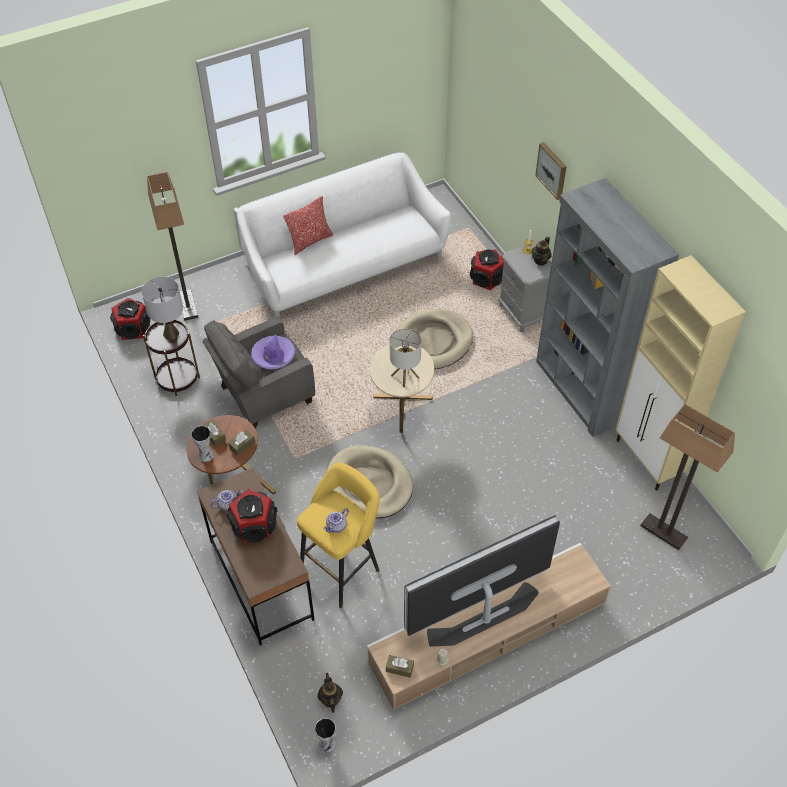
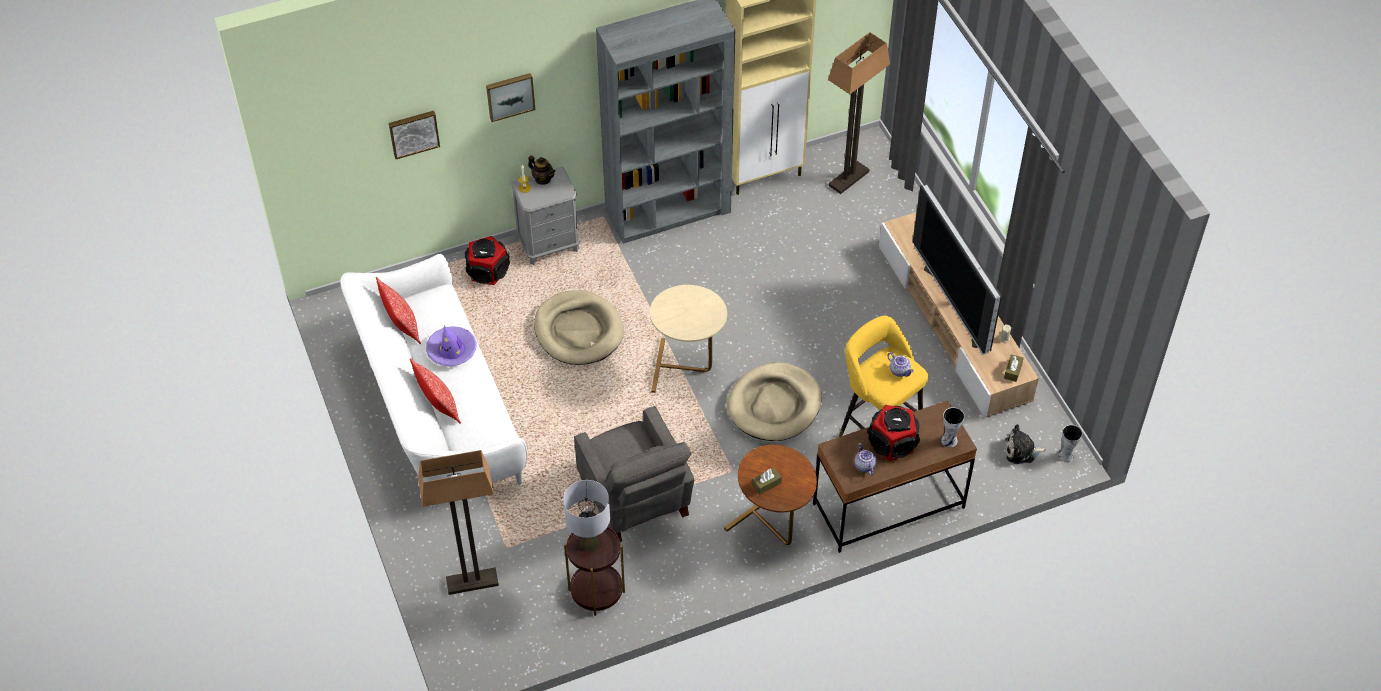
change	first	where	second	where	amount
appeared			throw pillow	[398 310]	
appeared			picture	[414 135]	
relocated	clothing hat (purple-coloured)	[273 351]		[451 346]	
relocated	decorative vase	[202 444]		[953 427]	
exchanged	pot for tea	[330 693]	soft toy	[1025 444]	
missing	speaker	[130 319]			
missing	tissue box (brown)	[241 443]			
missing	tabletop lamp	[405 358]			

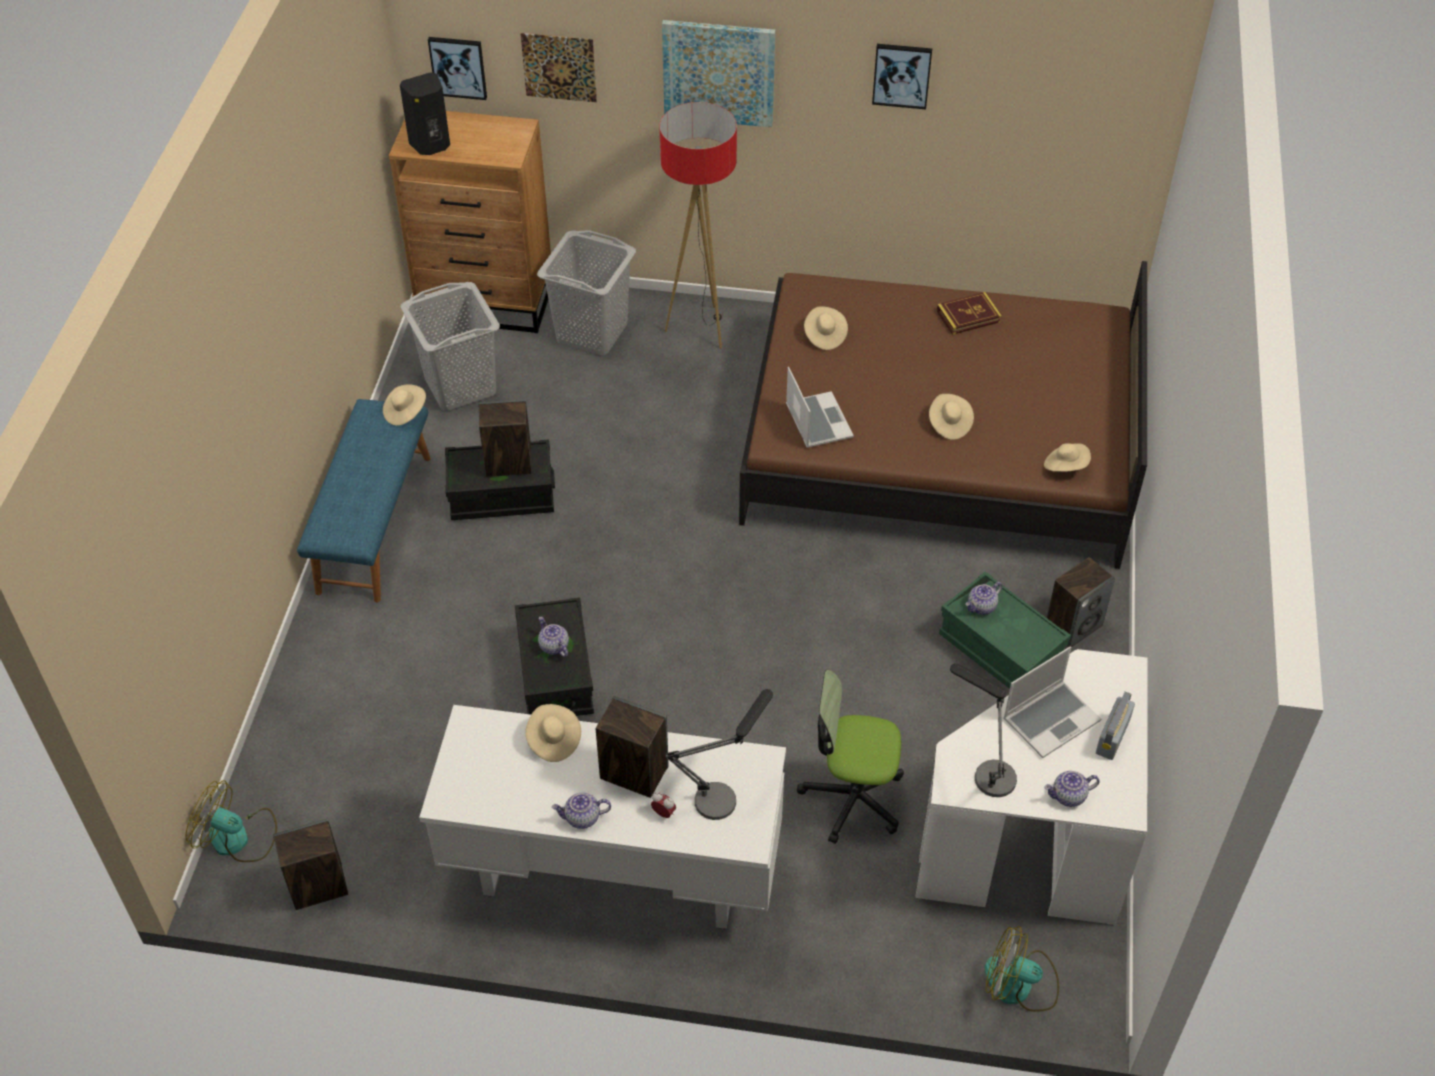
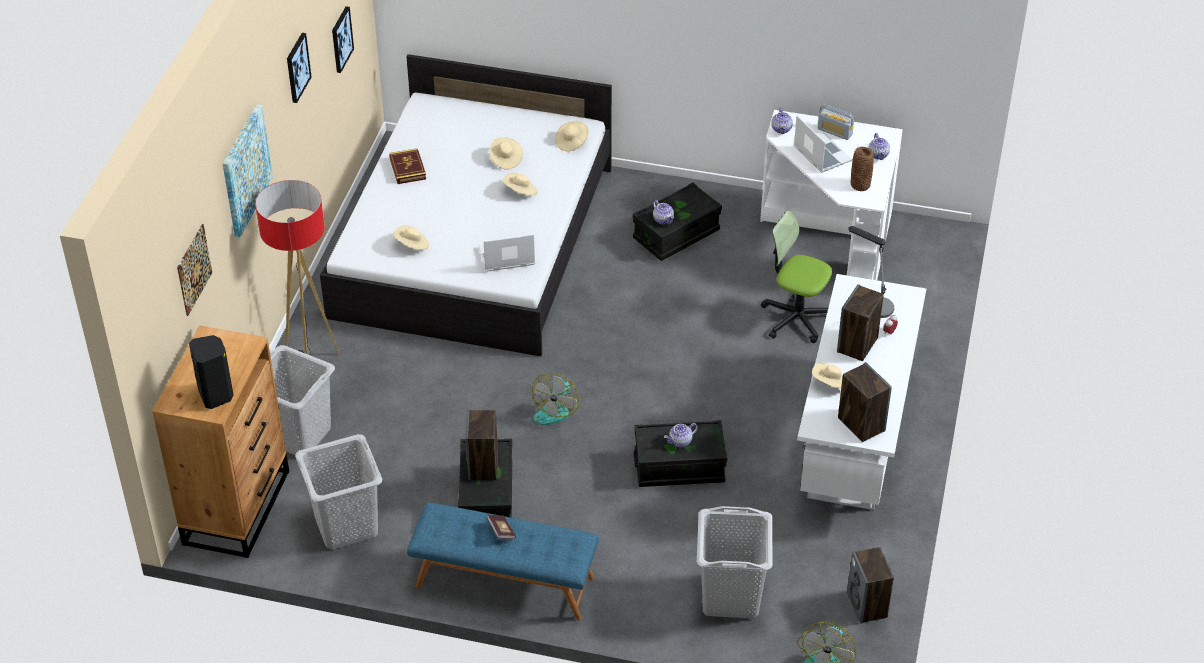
change	first	where	second	where	amount
colour	sleeping bed (brown)	[943 415]	sleeping bed (white)	[466 205]	
relocated	picture	[457 68]		[343 39]	
appeared			book	[501 526]	
relocated	clothing hat (beige-coloured)	[404 405]		[506 153]	
relocated	electric fan	[1022 969]		[555 399]	
colour	storage bin (green)	[1005 630]	storage bin (black-coloured)	[677 221]	
appeared			laundry basket (grey)	[735 562]	
spun	office chair	[850 757]		[796 276]	105 degrees clockwise
relocated	pot for tea	[581 811]		[782 120]	
relocated	speaker	[1081 602]		[865 402]	
exchanged	tabletop lamp	[983 730]	decorative vase (brown)	[862 169]	

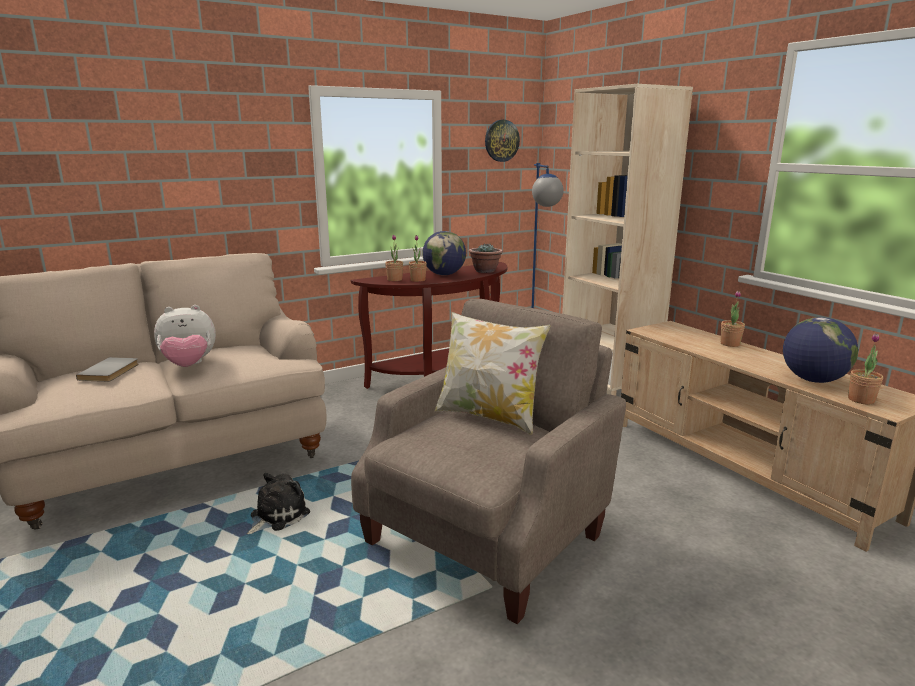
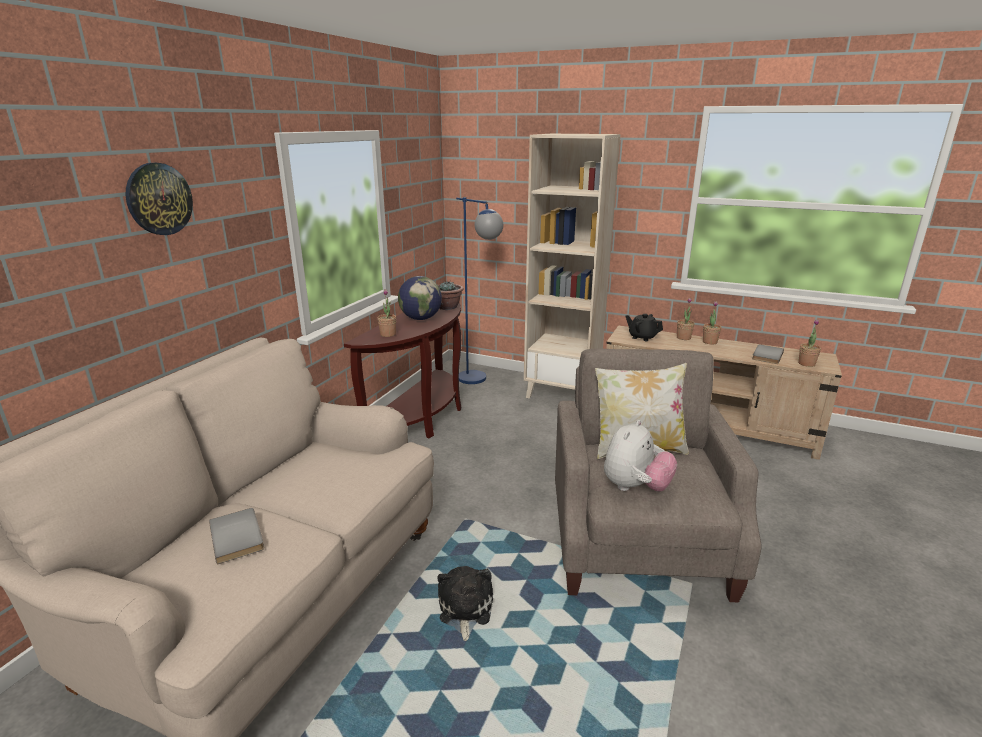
change	first	where	second	where	amount
relocated	wall clock	[502 141]		[159 199]	
relocated	soft toy	[185 336]		[640 456]	
appeared			pot for tea (black-coloured)	[644 327]	
relocated	potted plant	[418 258]		[712 322]	
exchanged	desk globe	[820 350]	book (grey)	[768 354]	

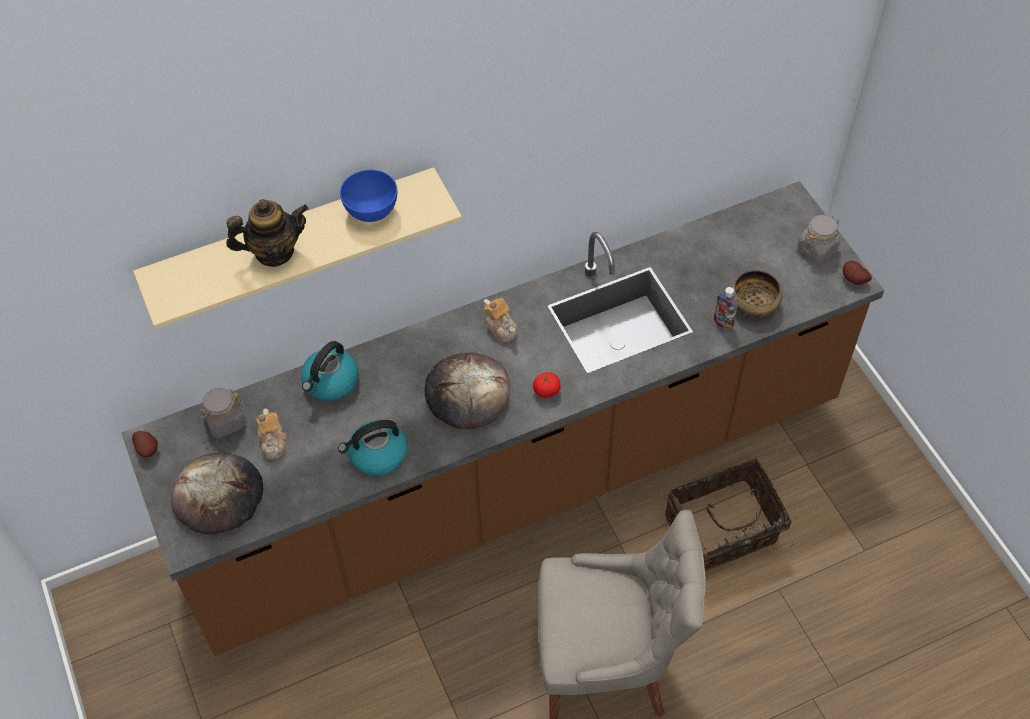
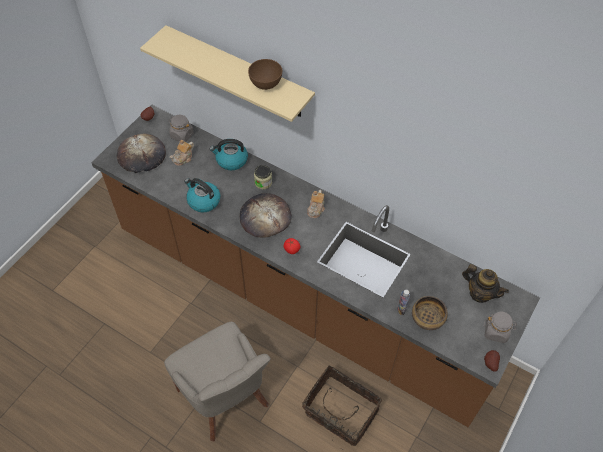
change	first	where	second	where	amount
colour	bowl (blue-coloured)	[368 196]	bowl (brown)	[265 74]	
appeared			preserve jar	[263 177]	
relocated	pot for tea	[267 233]		[485 283]	

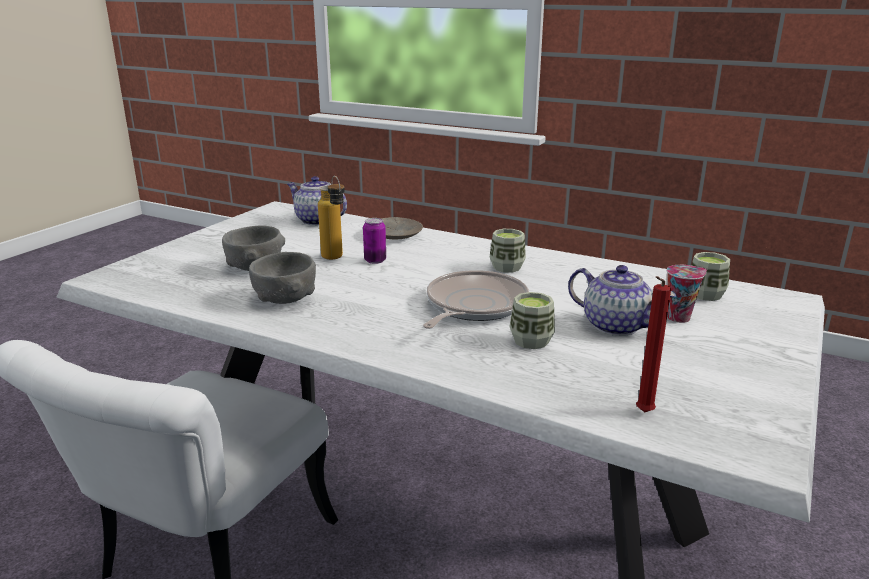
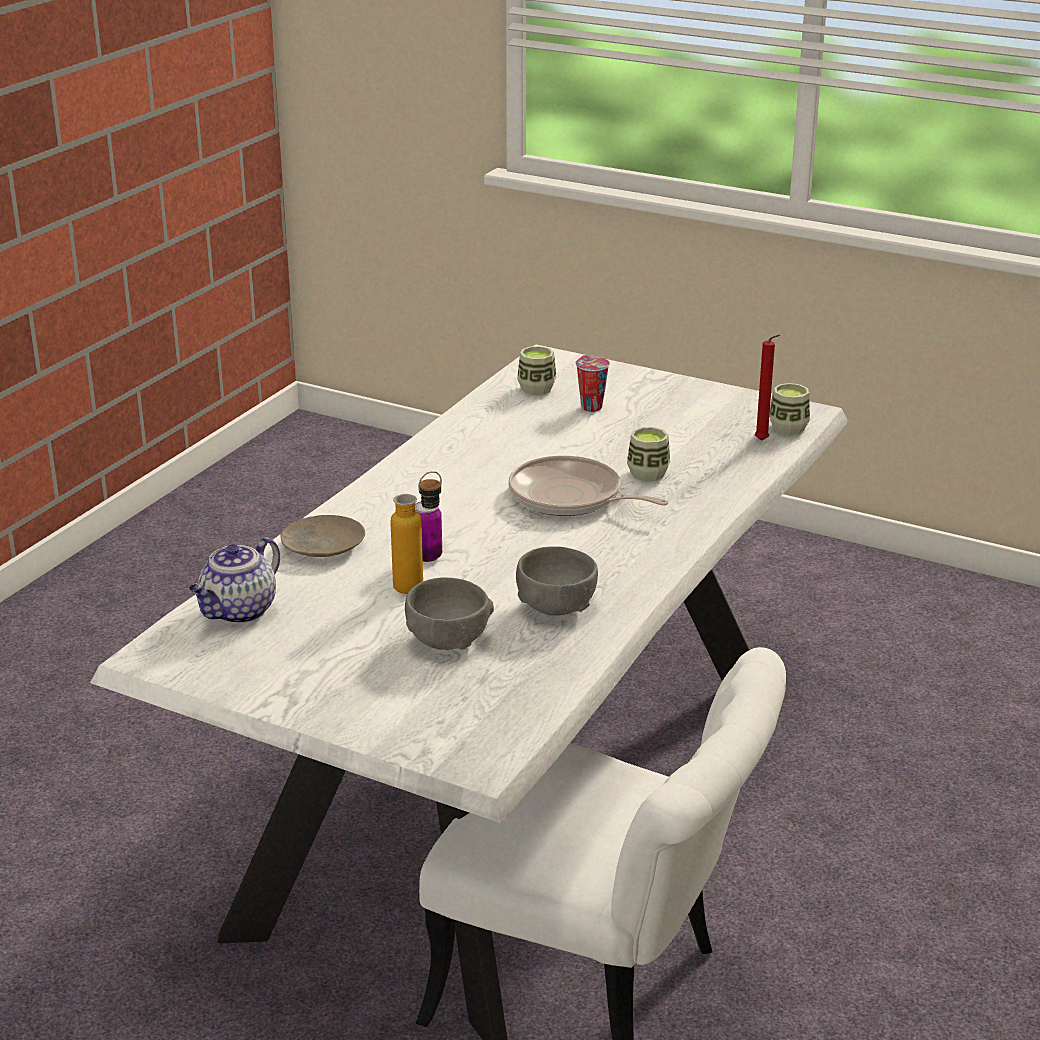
change	first	where	second	where	amount
relocated	drinking cup	[508 251]		[789 409]	
missing	pot for tea	[622 300]			

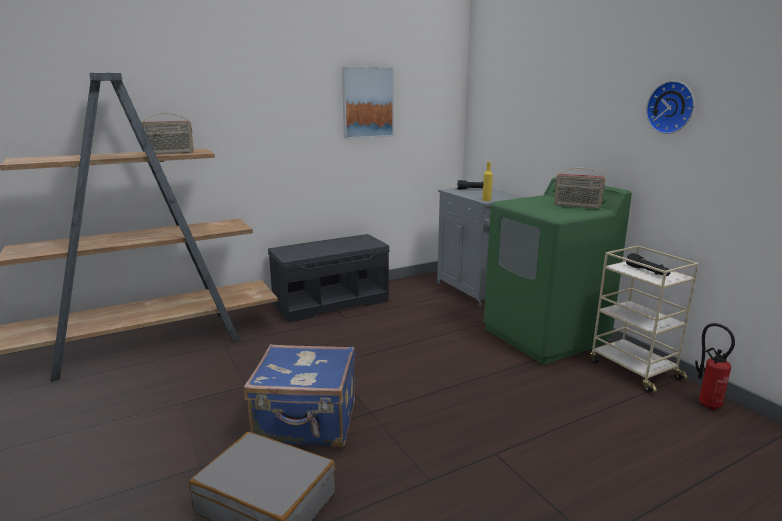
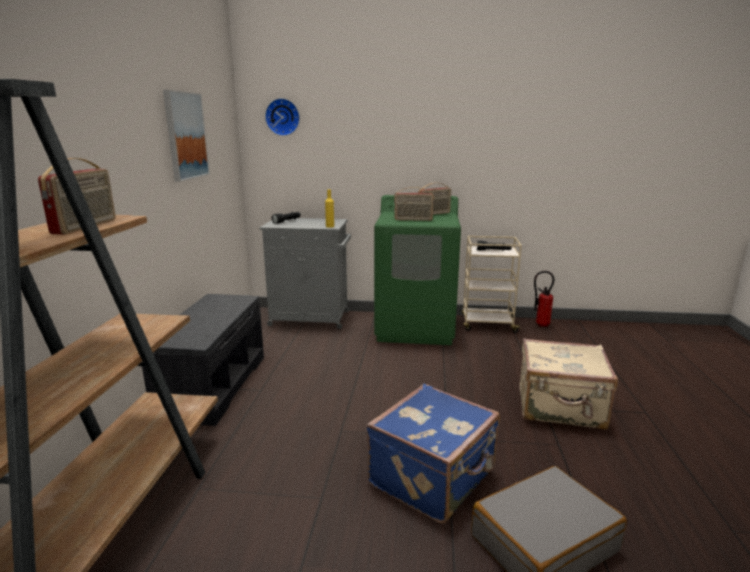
change	first	where	second	where	amount
relocated	wall clock	[670 107]		[282 117]	
appeared			radio set	[414 204]	
appeared			piece of luggage (beige-coloured)	[568 383]	

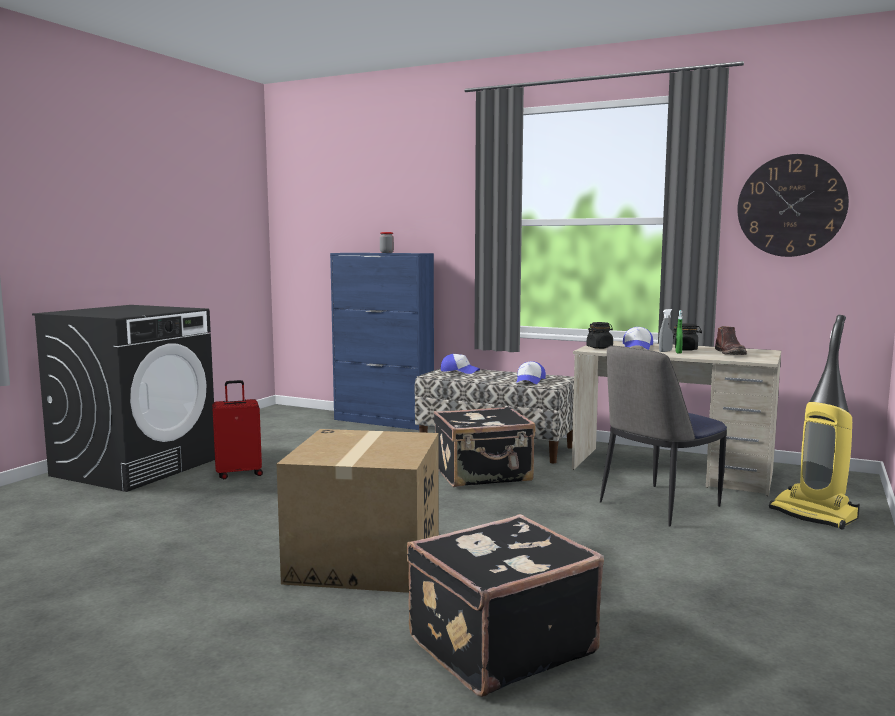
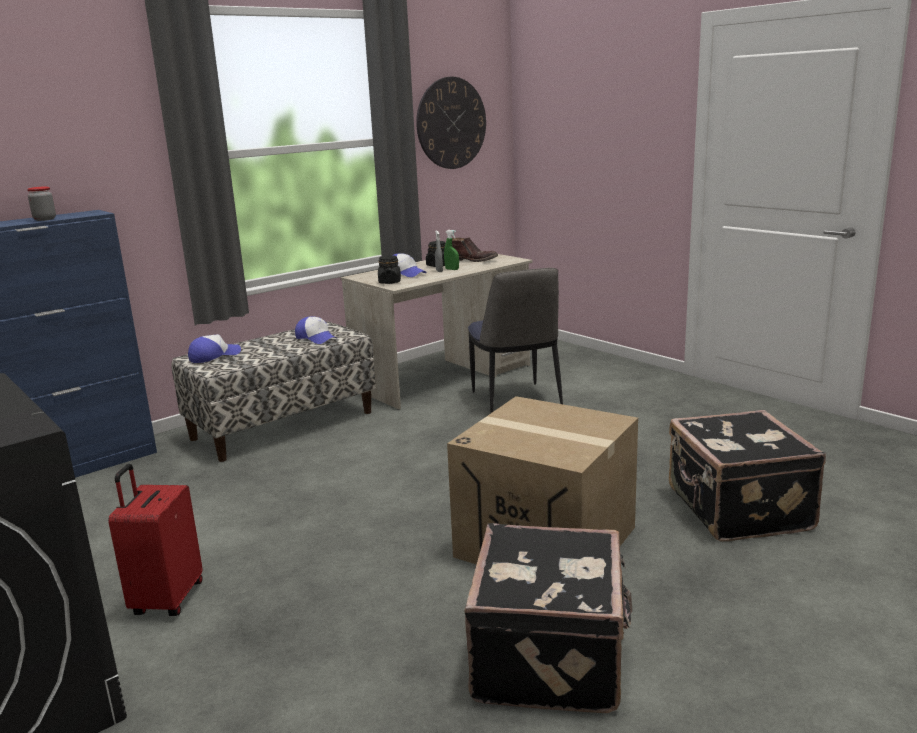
change	first	where	second	where	amount
relocated	piece of luggage (black-coloured)	[484 446]		[548 618]	
missing	hoover	[814 422]			

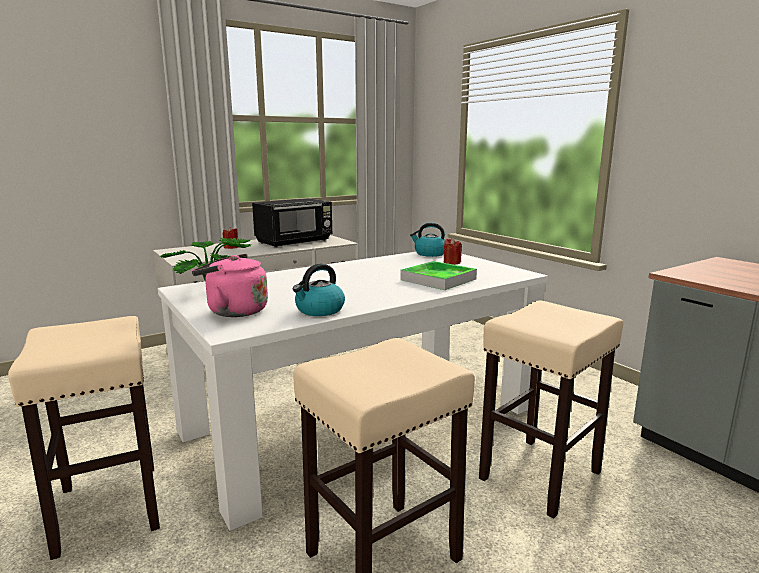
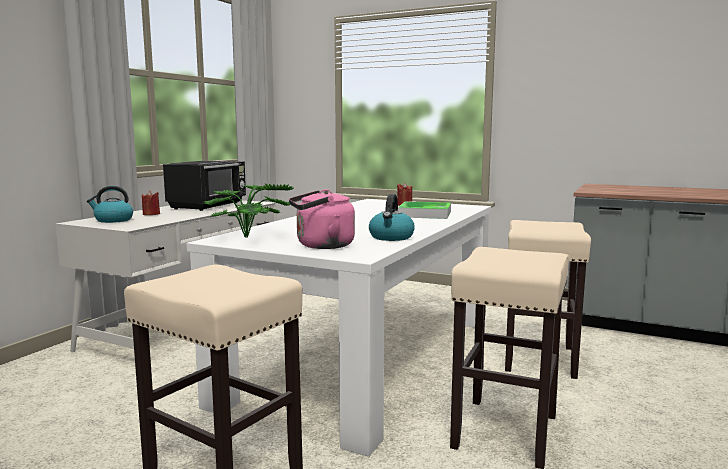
change	first	where	second	where	amount
relocated	tea kettle	[427 240]		[110 204]	

